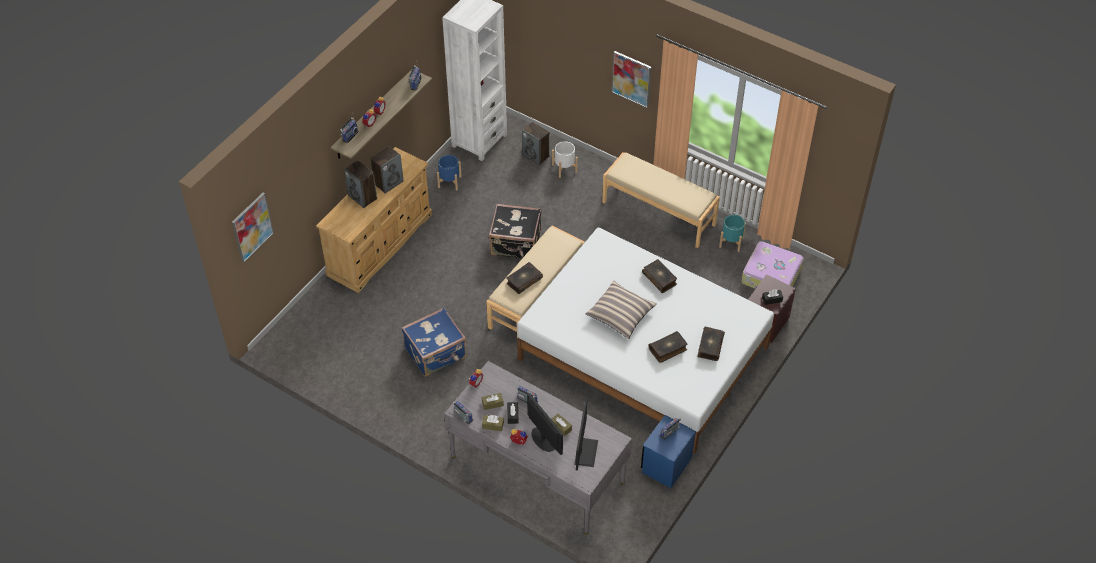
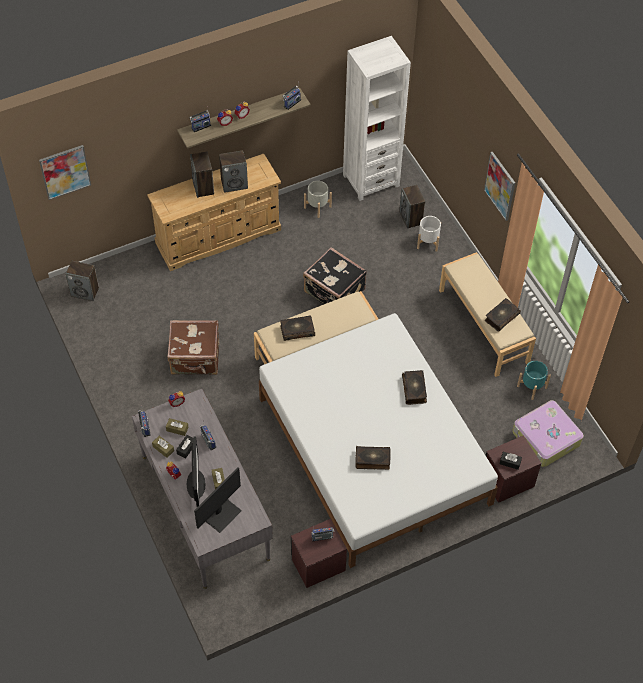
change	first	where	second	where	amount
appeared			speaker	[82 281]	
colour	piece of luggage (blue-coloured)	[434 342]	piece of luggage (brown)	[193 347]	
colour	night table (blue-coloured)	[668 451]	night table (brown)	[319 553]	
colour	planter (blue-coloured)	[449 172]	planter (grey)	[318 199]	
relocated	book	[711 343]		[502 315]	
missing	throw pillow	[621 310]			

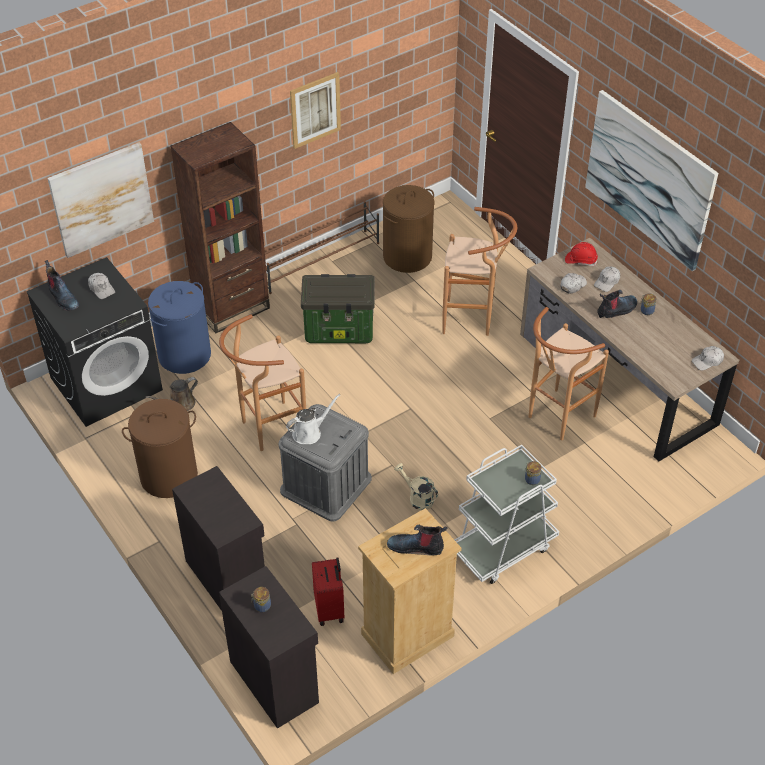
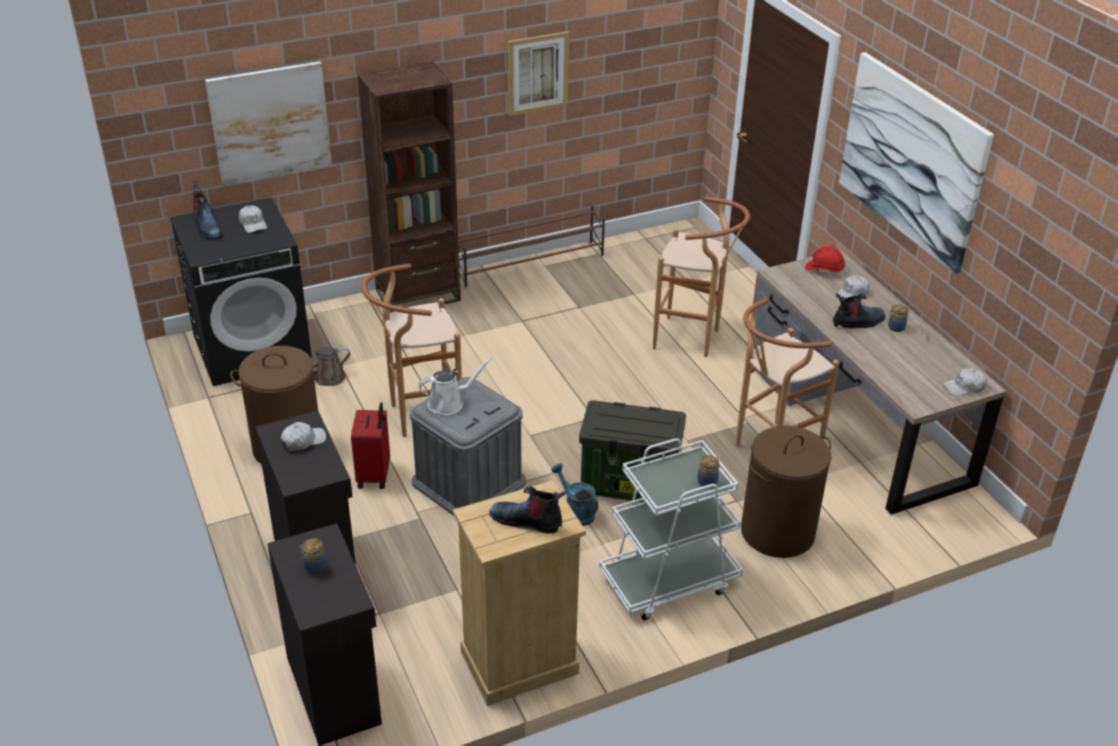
change	first	where	second	where	amount
relocated	baseball cap (white)	[573 283]		[303 436]	
relocated	piece of luggage (red-coloured)	[328 591]		[370 445]	
colour	watering pot (beige-coloured)	[416 486]	watering pot (turquoise)	[574 495]	
relocated	storage bin	[338 308]		[632 451]	
relocated	laundry basket (brown)	[409 229]		[786 492]	
missing	laundry basket (blue-coloured)	[179 327]			

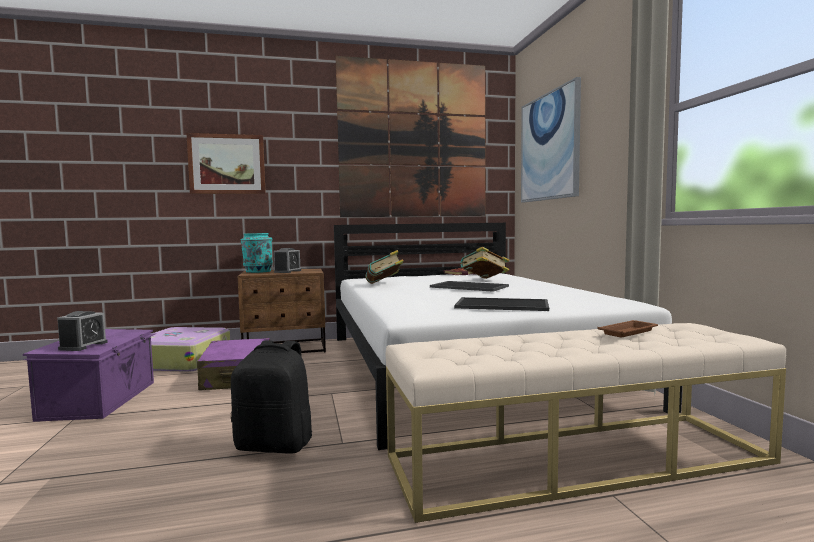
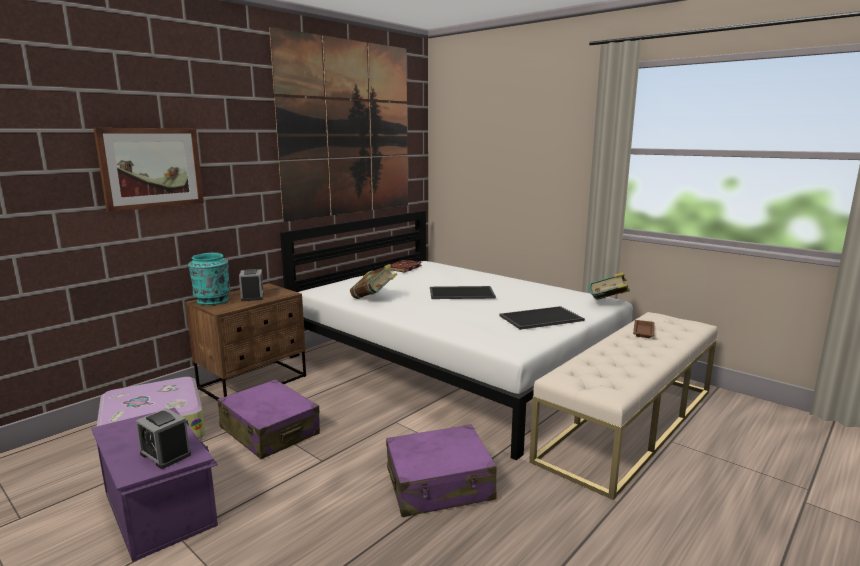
change	first	where	second	where	amount
spun	alarm clock	[82 331]		[163 438]	150 degrees clockwise
exchanged	backpack (black-coloured)	[271 397]	piece of luggage (purple-coloured)	[441 470]	
relocated	book	[484 262]		[609 286]	
missing	picture	[551 139]			

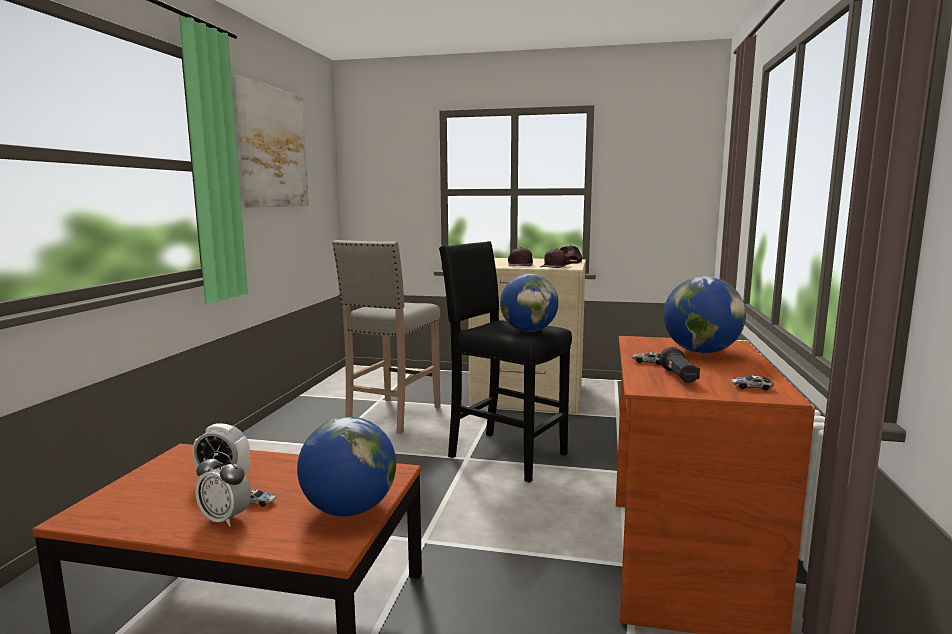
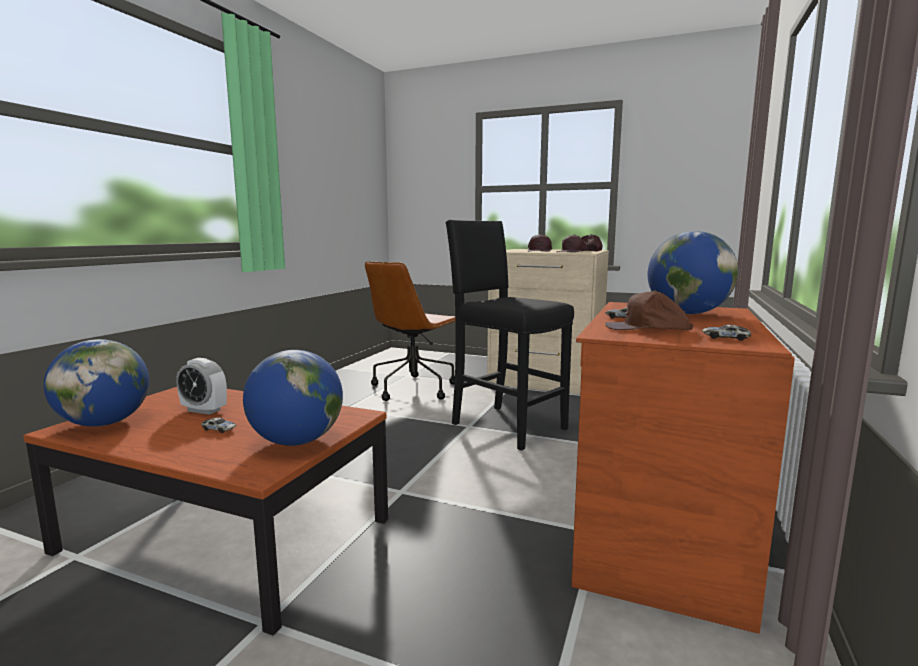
change	first	where	second	where	amount
relocated	desk globe	[529 303]		[96 383]	
exchanged	stool seat (beige-coloured)	[386 337]	office chair (brown)	[410 331]	
exchanged	torch (black-coloured)	[679 365]	baseball cap (brown)	[649 310]	
missing	alarm clock	[223 489]			
missing	picture	[272 141]			

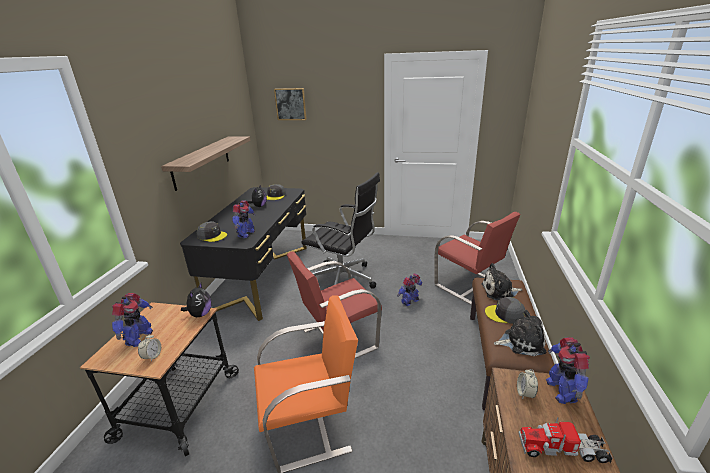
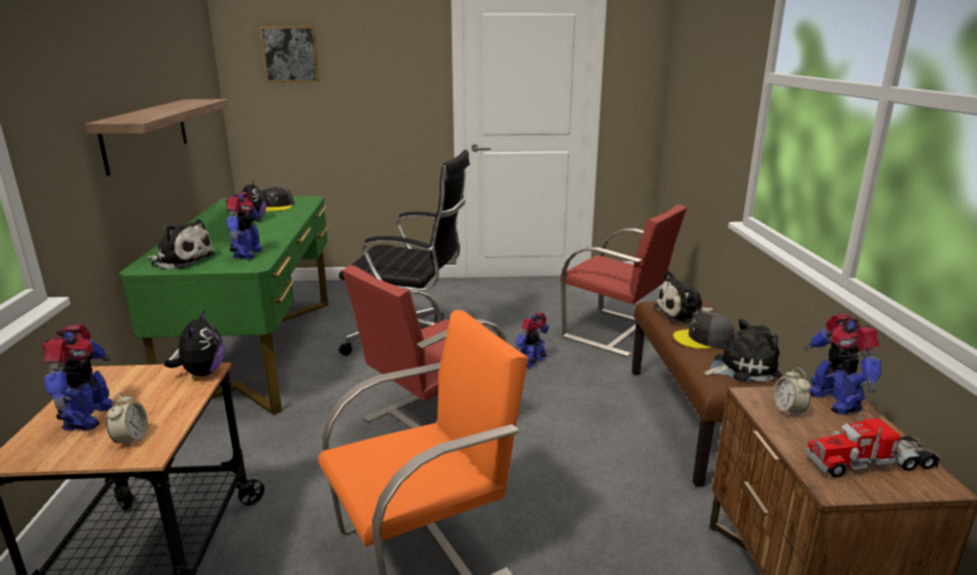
change	first	where	second	where	amount
colour	desk (black-coloured)	[243 254]	desk (green)	[224 305]	
exchanged	baseball cap (grey)	[212 231]	soft toy	[180 244]	

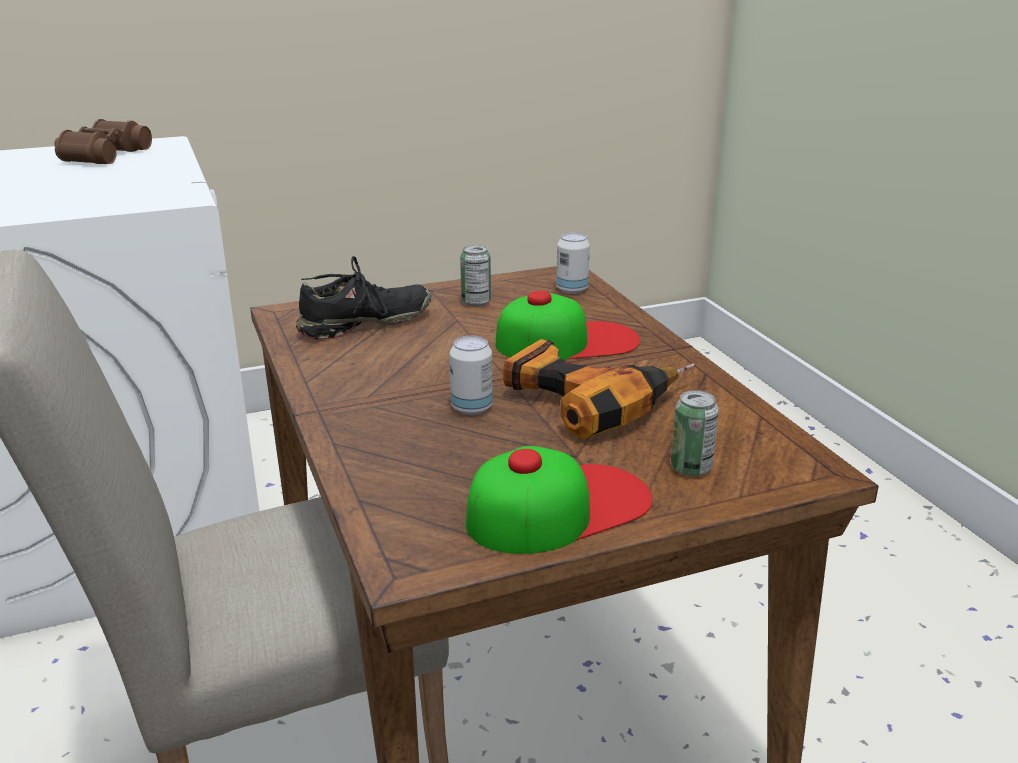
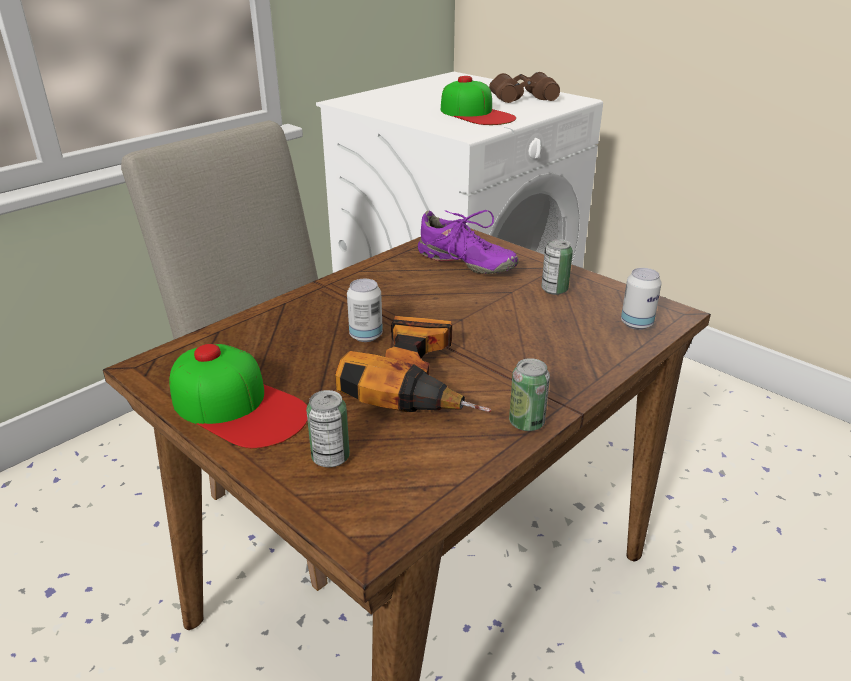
change	first	where	second	where	amount
colour	item of footwear (black-coloured)	[364 298]	item of footwear (purple-coloured)	[468 242]	
relocated	baseball cap	[568 325]		[478 100]	
appeared			can	[529 394]	

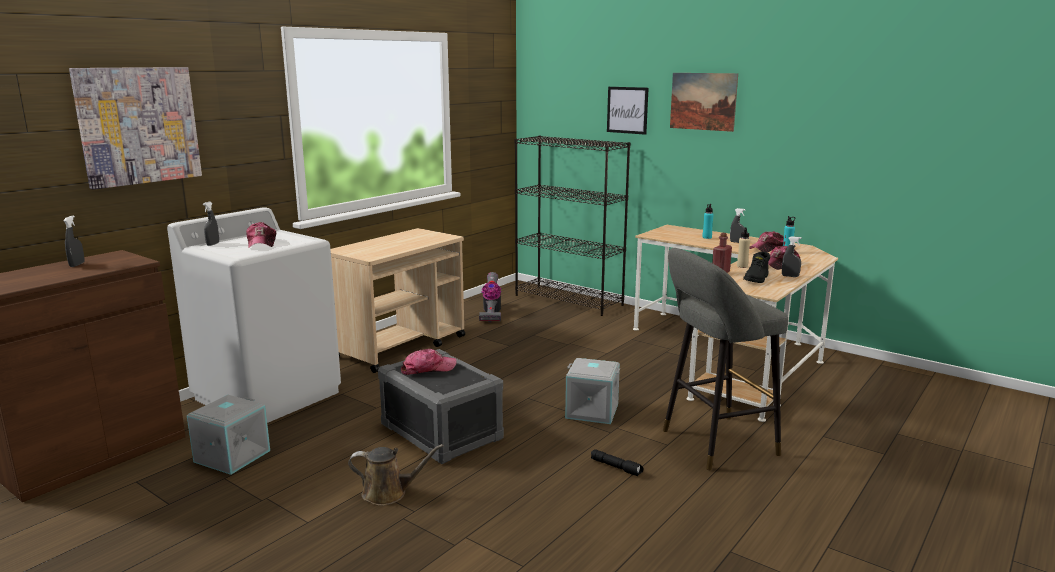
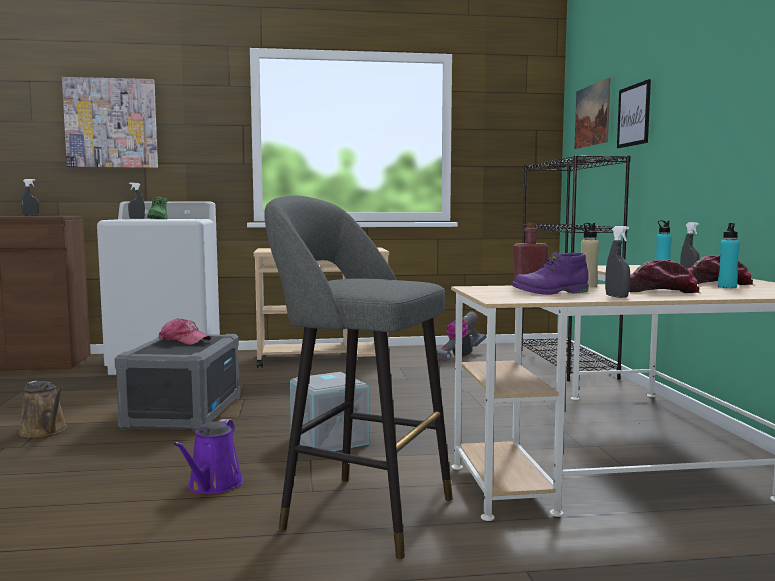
change	first	where	second	where	amount
exchanged	baseball cap	[261 234]	high-top boot (green)	[157 207]	
exchanged	torch (black-coloured)	[617 462]	watering pot (purple-coloured)	[208 456]	
colour	high-top boot (black-coloured)	[756 267]	high-top boot (purple-coloured)	[550 273]	
relocated	picture	[704 102]		[592 113]	
missing	storage bin (grey)	[228 435]			

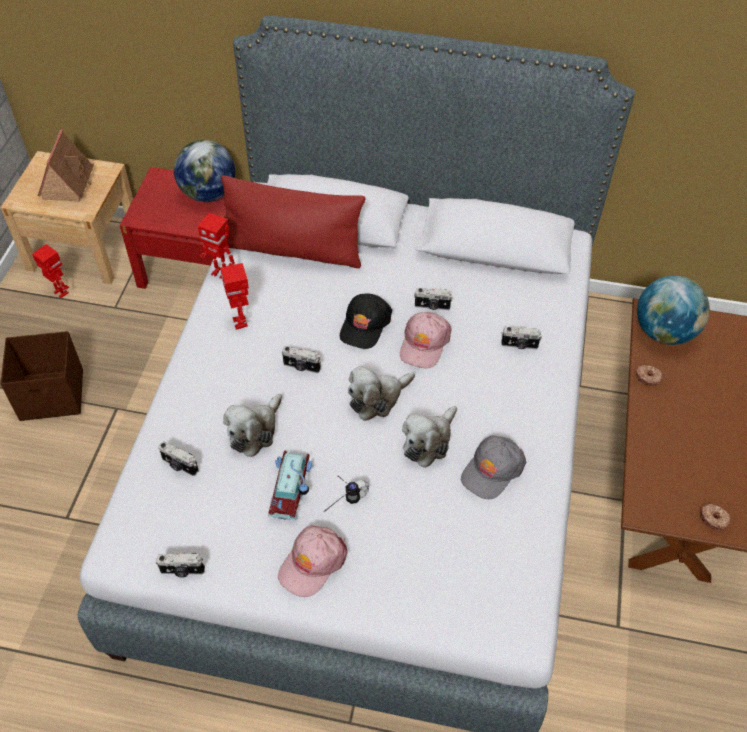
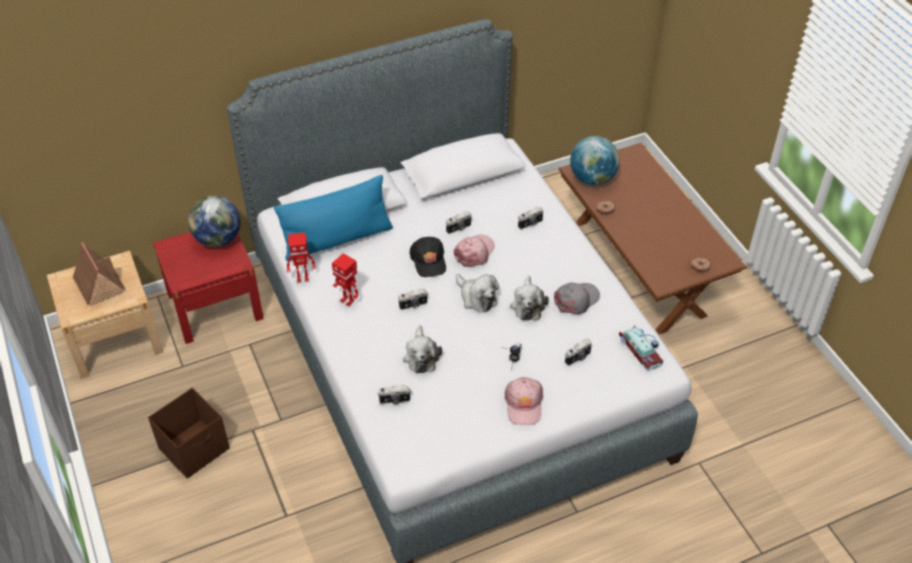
change	first	where	second	where	amount
colour	throw pillow (red-coloured)	[293 221]	throw pillow (blue-coloured)	[333 218]	
spun	baseball cap (pinkish)	[426 340]		[474 251]	135 degrees counterclockwise
spun	soft toy	[381 393]		[477 293]	60 degrees counterclockwise
spun	baseball cap (grey)	[493 467]		[577 298]	135 degrees counterclockwise
relocated	still camera	[180 564]		[578 352]	
relocated	toy car	[291 485]		[641 348]	
missing	toy robot	[50 271]			

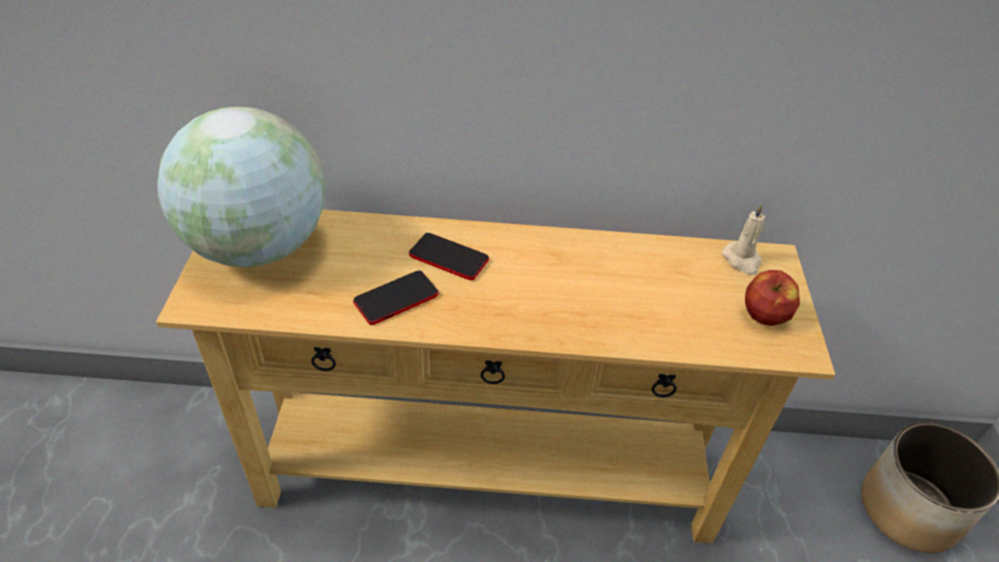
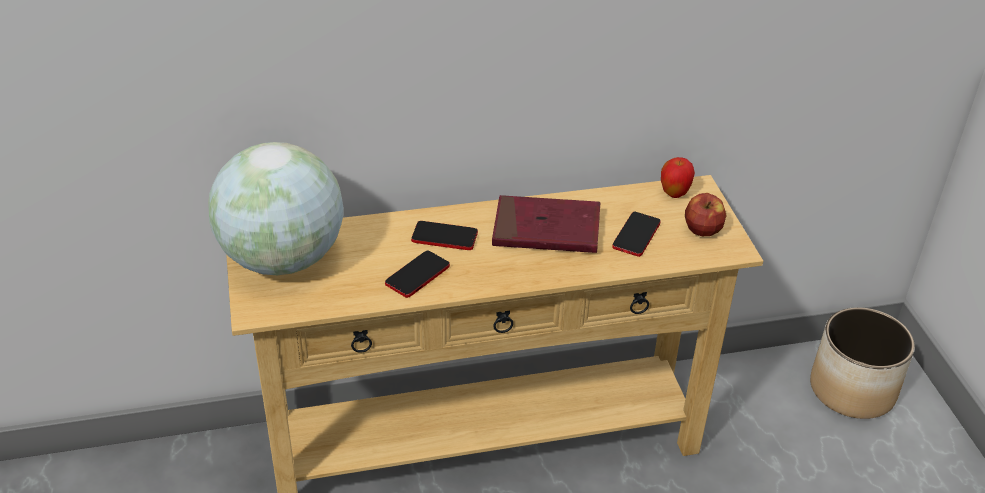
change	first	where	second	where	amount
appeared			book (red-coloured)	[546 224]	
appeared			telephone	[636 234]	
exchanged	wax candle (beige-coloured)	[743 239]	whole apple	[678 177]	

